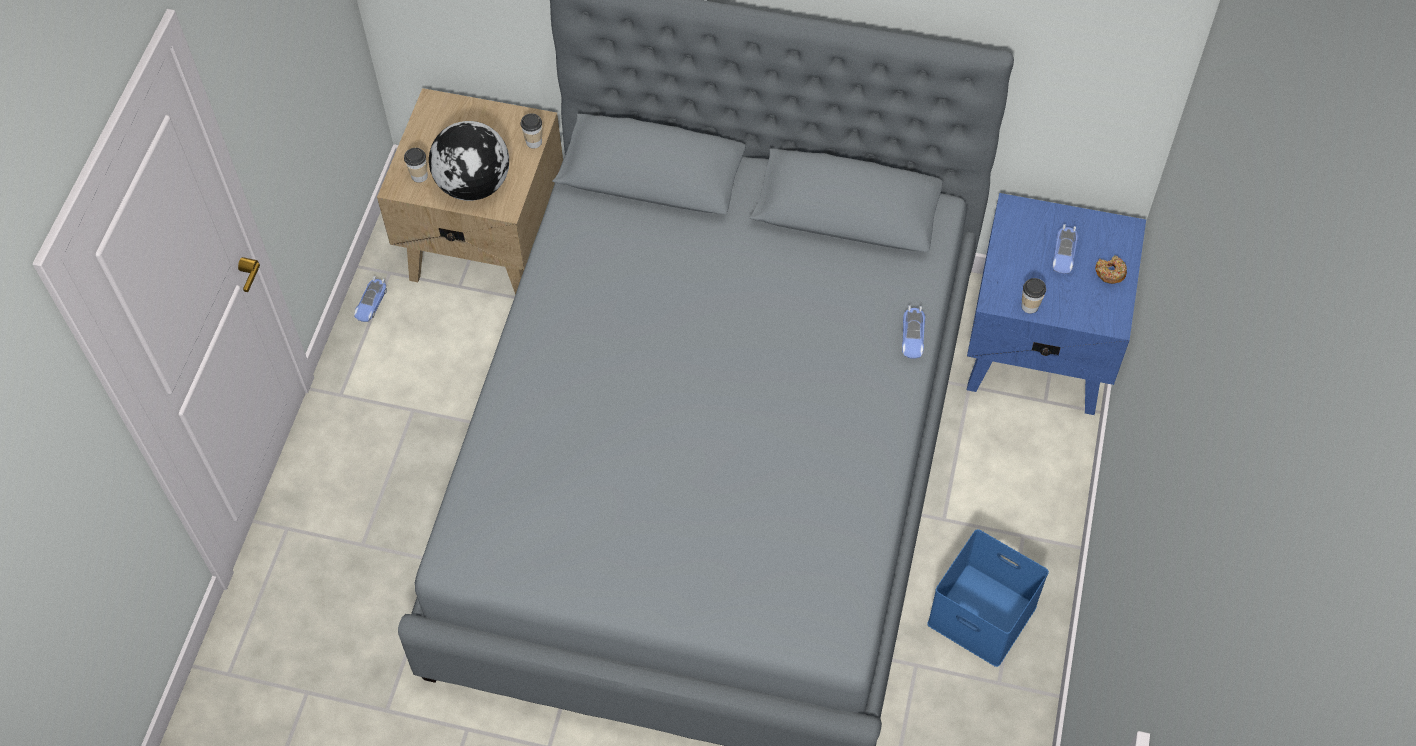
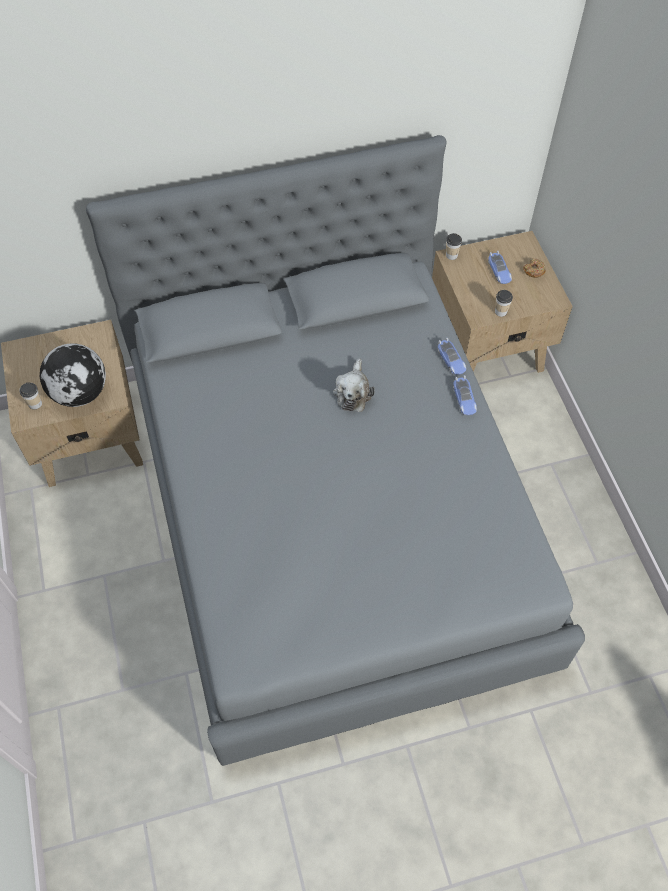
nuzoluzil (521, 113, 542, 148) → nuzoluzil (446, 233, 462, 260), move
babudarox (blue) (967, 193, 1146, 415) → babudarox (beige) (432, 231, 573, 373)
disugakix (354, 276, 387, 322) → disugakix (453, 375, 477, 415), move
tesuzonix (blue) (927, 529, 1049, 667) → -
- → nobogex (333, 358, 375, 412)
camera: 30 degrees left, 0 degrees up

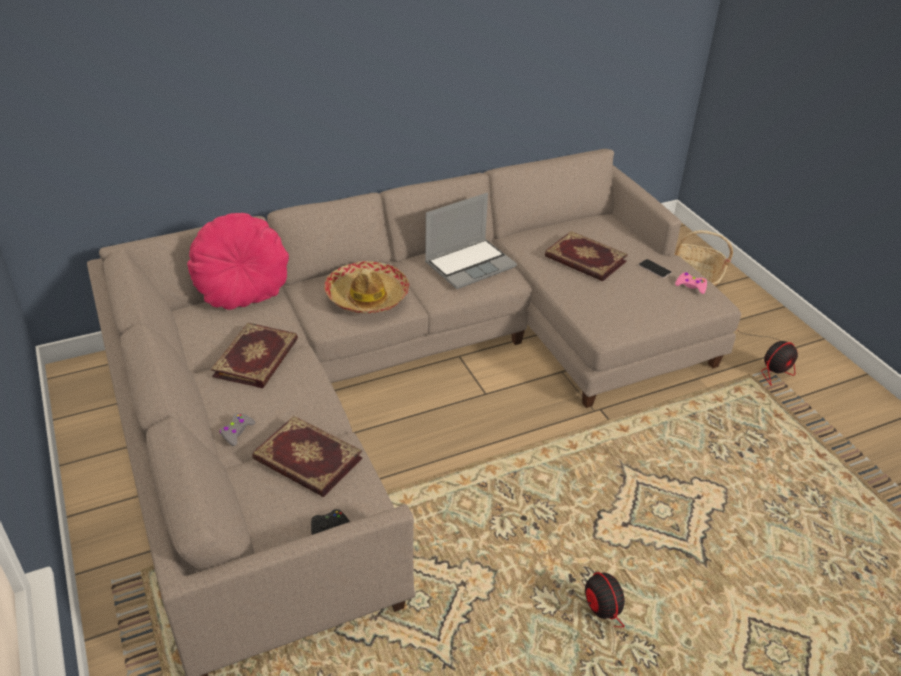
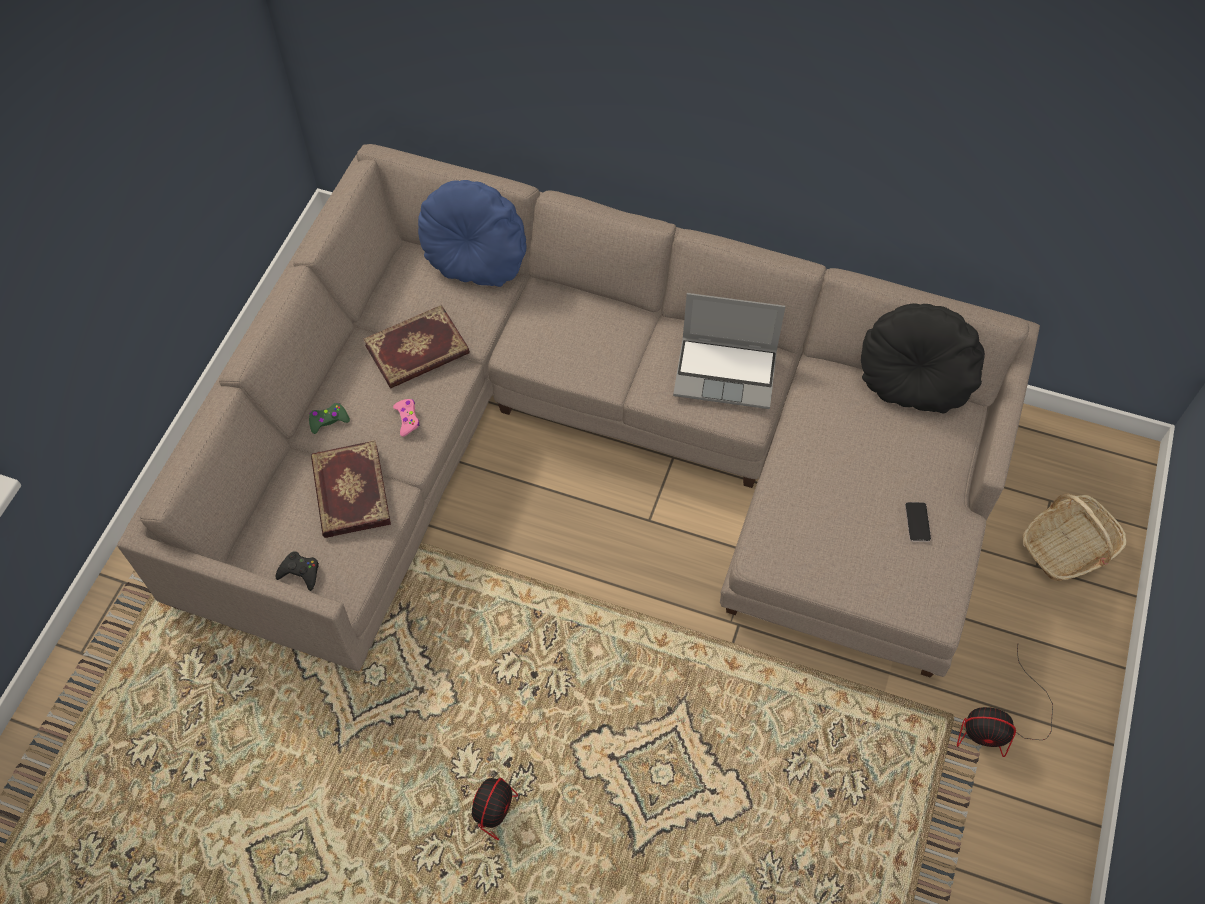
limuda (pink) (187, 213, 289, 310) → limuda (blue) (418, 180, 527, 287)
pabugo (545, 231, 628, 281) → -
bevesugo (324, 261, 409, 313) → -
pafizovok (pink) (675, 273, 707, 294) → pafizovok (pink) (393, 399, 419, 437), move
pafizovok (grey) (220, 413, 255, 446) → pafizovok (green) (309, 403, 350, 434)
- → limuda (black) (861, 304, 985, 413)
camera: 45 degrees right, 20 degrees up

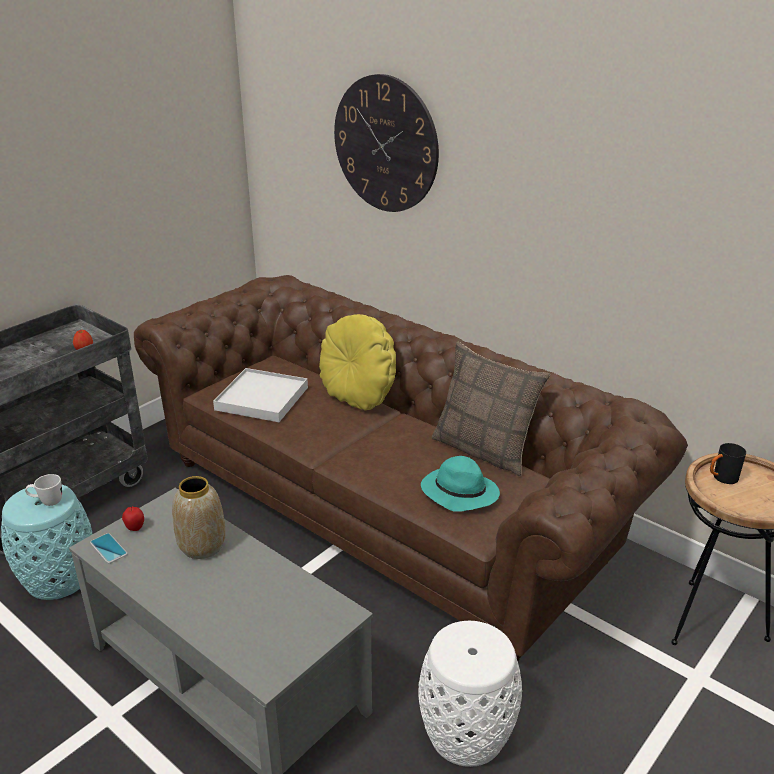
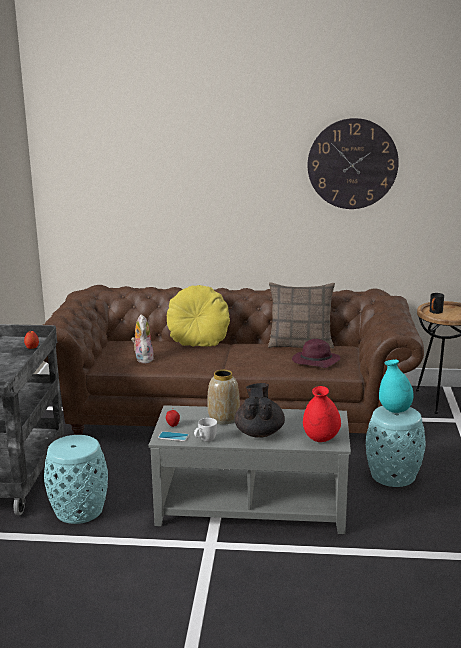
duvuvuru (334, 74, 439, 212) → duvuvuru (308, 118, 399, 209), move
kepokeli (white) (213, 368, 308, 422) → nobogex (131, 314, 153, 363)
bevesugo (turquoise) (421, 456, 500, 512) → bevesugo (purple) (292, 339, 341, 368)
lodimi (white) (25, 474, 62, 506) → lodimi (white) (194, 418, 217, 442), move
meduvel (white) (418, 621, 522, 767) → meduvel (turquoise) (366, 406, 425, 487)
- → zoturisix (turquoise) (379, 360, 414, 413)
- → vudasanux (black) (235, 383, 285, 438)
- → zoturisix (red) (303, 386, 341, 442)
camera: 35 degrees left, 10 degrees down

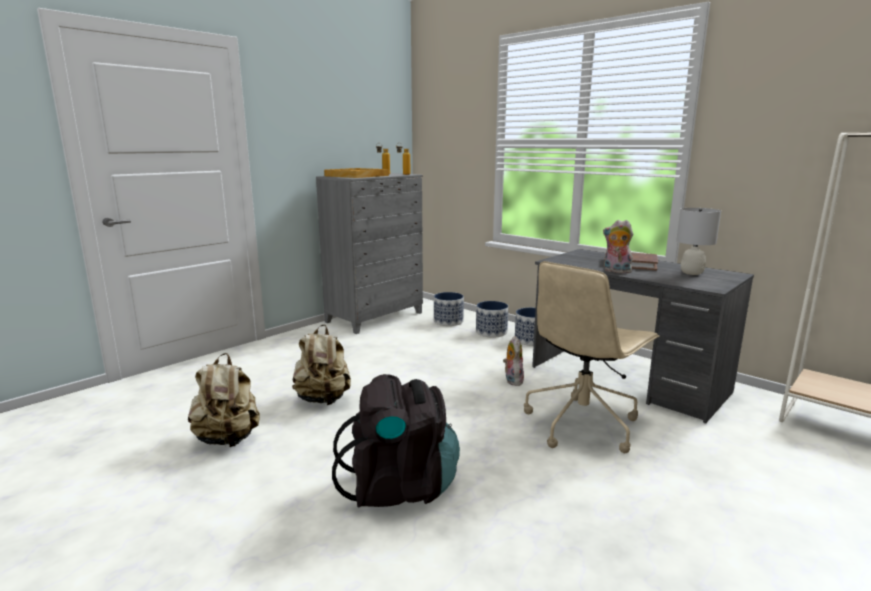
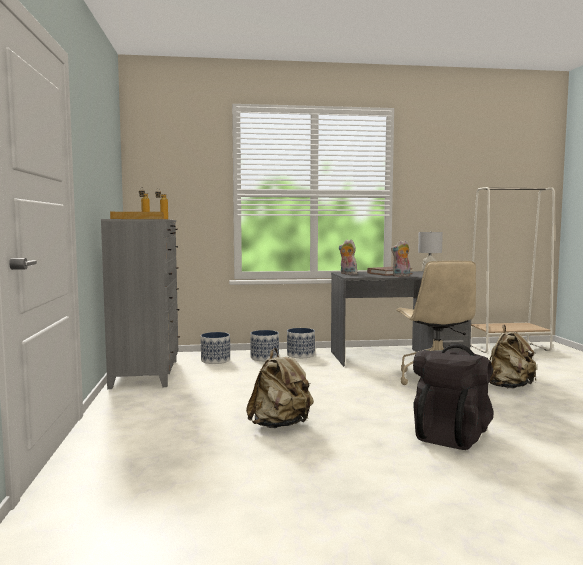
nobogex (503, 336, 524, 386) → nobogex (339, 239, 357, 275), move
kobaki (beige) (188, 353, 260, 447) → kobaki (beige) (489, 325, 537, 388), move
camera: 50 degrees left, 10 degrees down

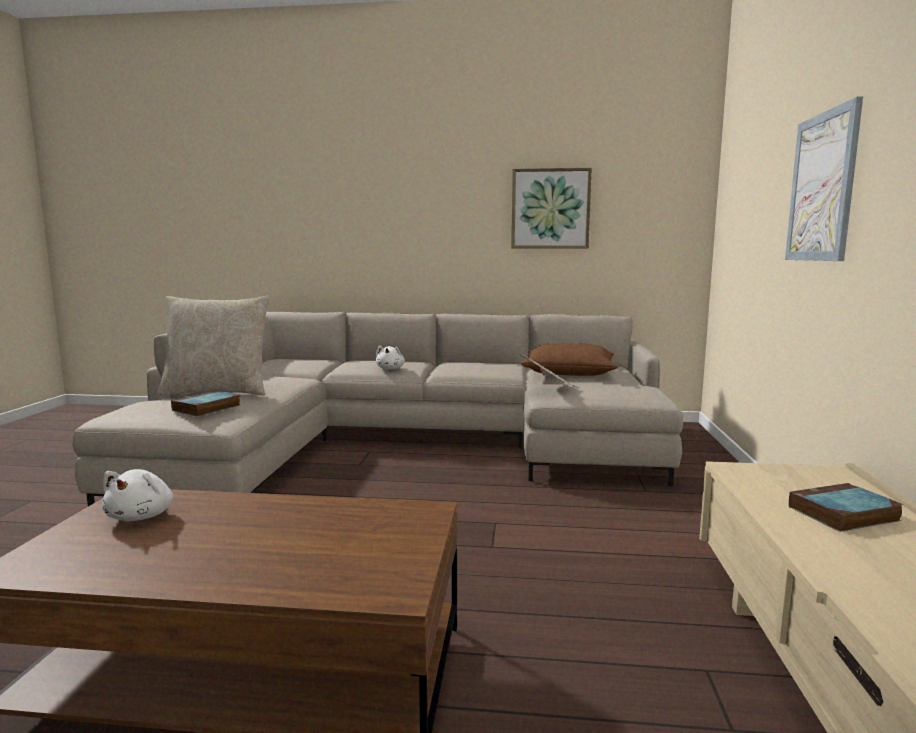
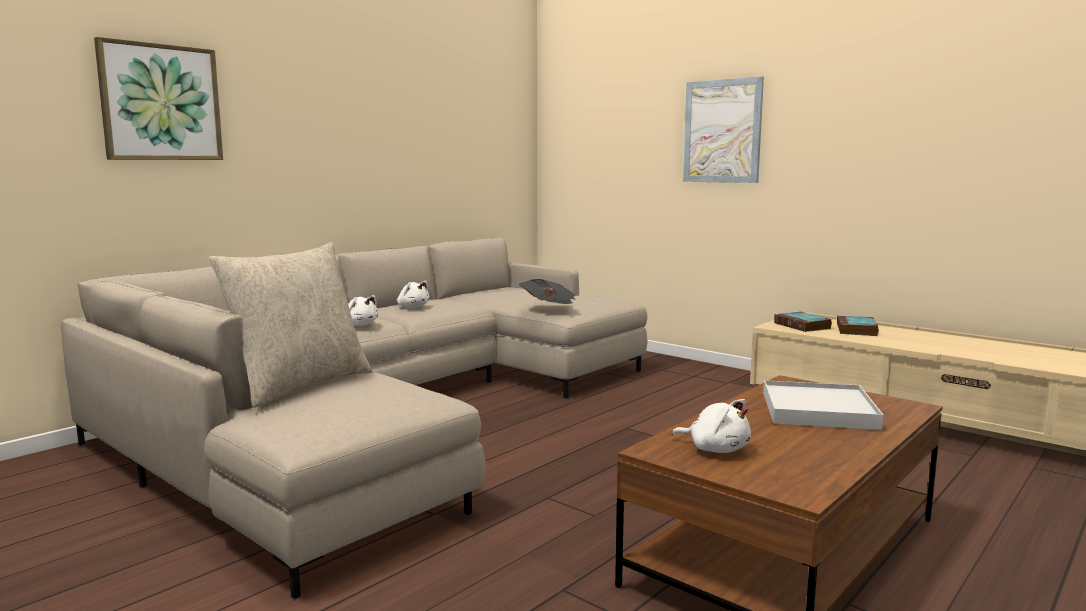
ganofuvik (511, 168, 592, 249) → ganofuvik (94, 37, 223, 160), move
limuda (brown) (521, 343, 618, 376) → -
pabugo (171, 390, 240, 416) → pabugo (774, 312, 832, 332), move
- → nobogex (white) (396, 281, 430, 308)
- → kepokeli (white) (763, 380, 883, 430)
camera: 55 degrees left, 0 degrees up

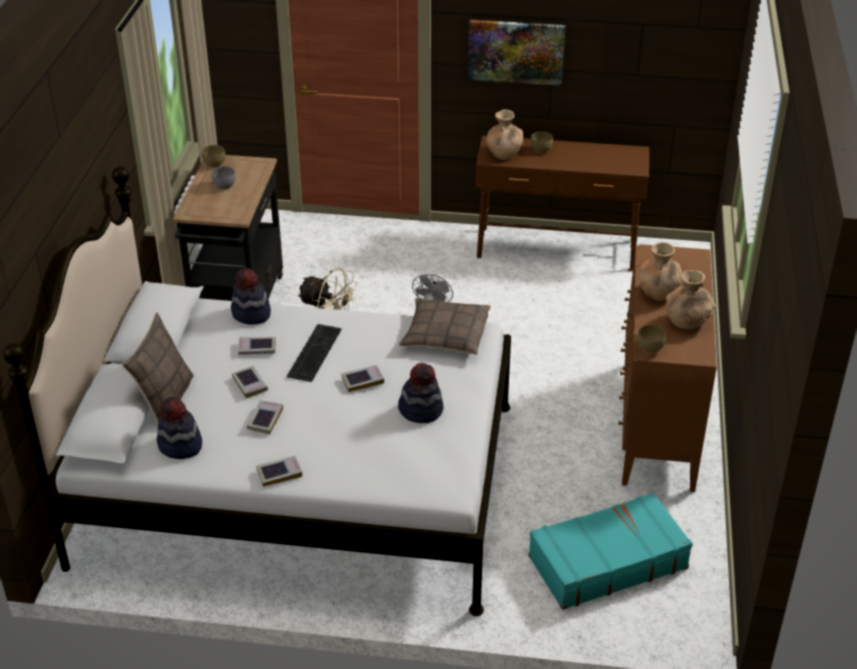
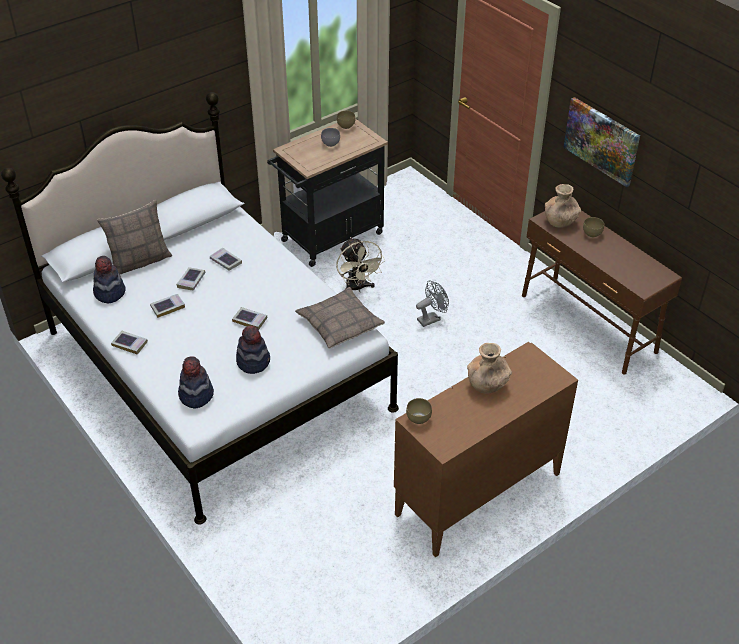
bevesugo (231, 268, 271, 325) → bevesugo (178, 356, 214, 409), move
zoturisix (brown) (666, 270, 716, 329) → -
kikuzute (287, 324, 342, 382) → -
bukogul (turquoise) (528, 493, 693, 610) → -
camera: 45 degrees right, 5 degrees up

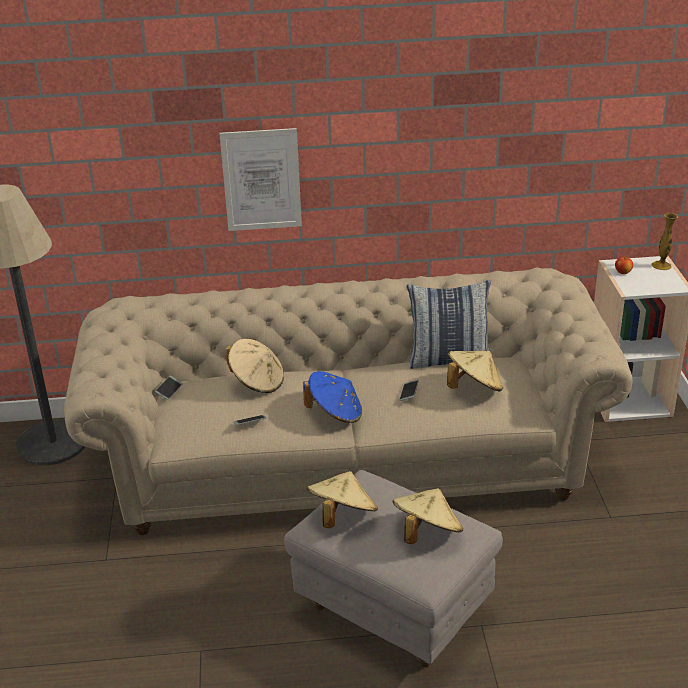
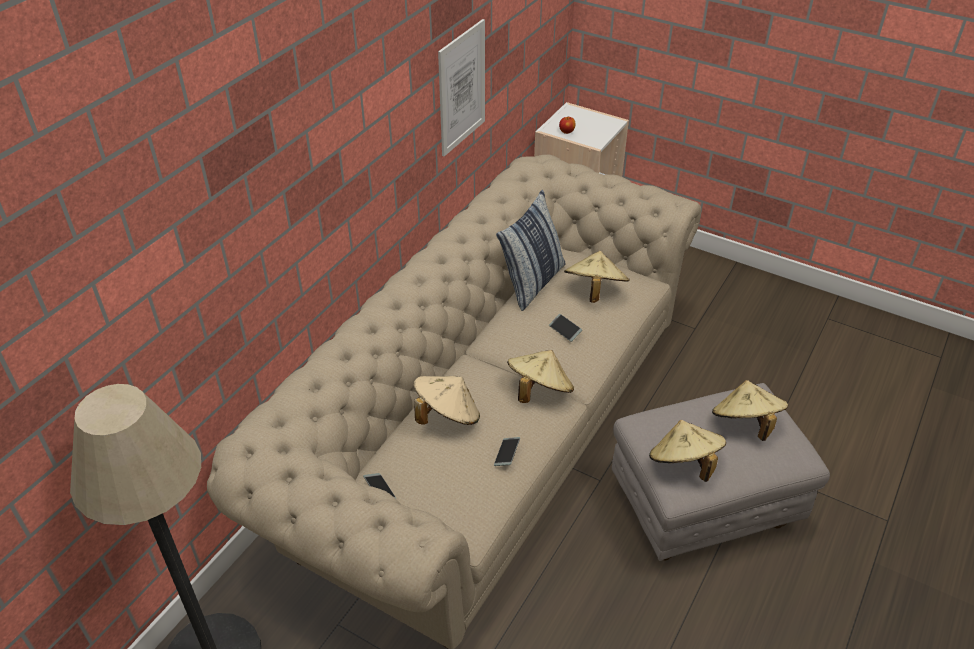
ganofuvik (219, 128, 302, 231) → ganofuvik (438, 19, 485, 156), move
zoturisix (651, 213, 678, 270) → -
bevesugo (blue) (303, 371, 362, 423) → bevesugo (beige) (507, 350, 574, 403)
camera: 55 degrees left, 10 degrees up

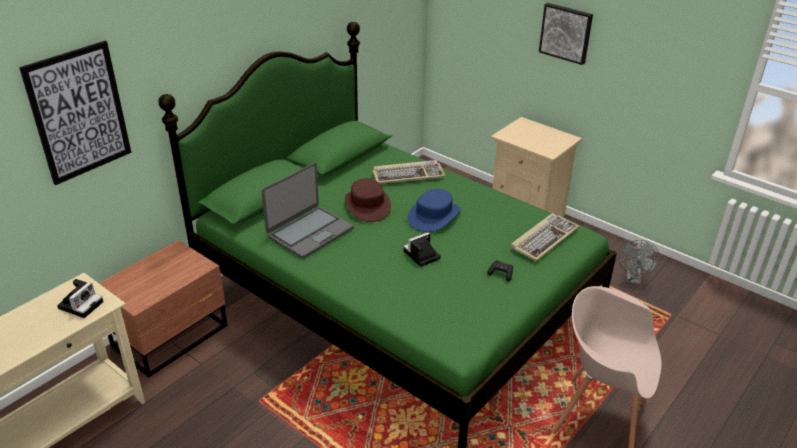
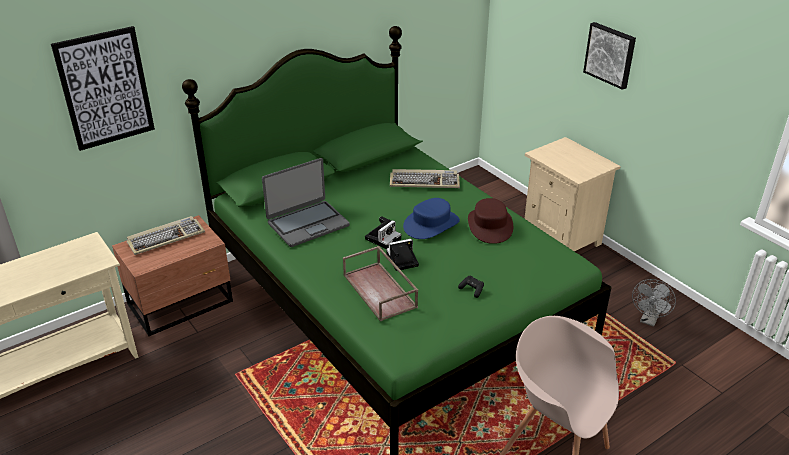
bevesugo (brown) (345, 178, 391, 222) → bevesugo (brown) (468, 198, 513, 244), move
kikuzute (511, 213, 580, 261) → kikuzute (127, 216, 205, 255), move
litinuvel (57, 279, 103, 318) → litinuvel (365, 216, 401, 249), move
- → kepokeli (brown) (343, 246, 418, 322)
camera: 15 degrees right, 0 degrees up

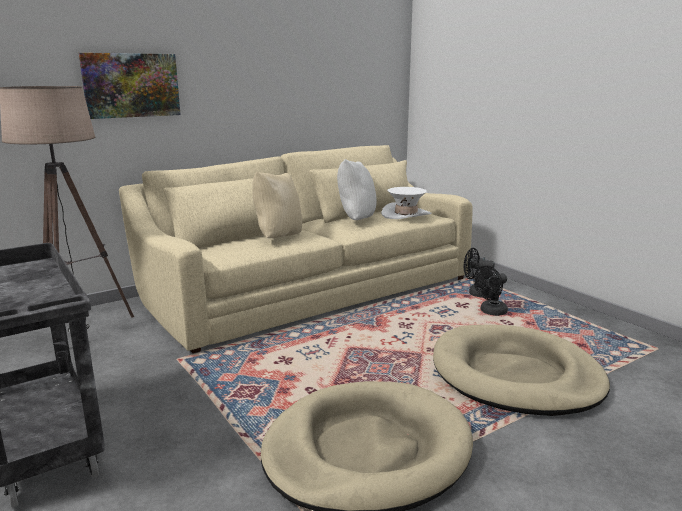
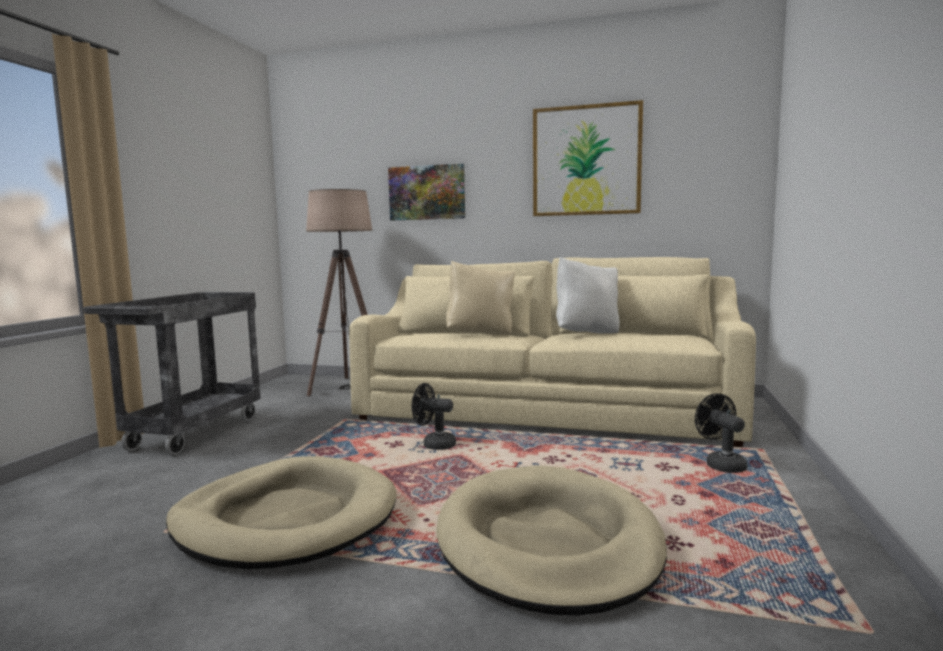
bevesugo (white) (381, 187, 431, 219) → -
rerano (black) (474, 266, 508, 316) → rerano (black) (412, 383, 456, 450), move
- → ganofuvik (533, 100, 643, 216)
camera: 50 degrees right, 10 degrees down

